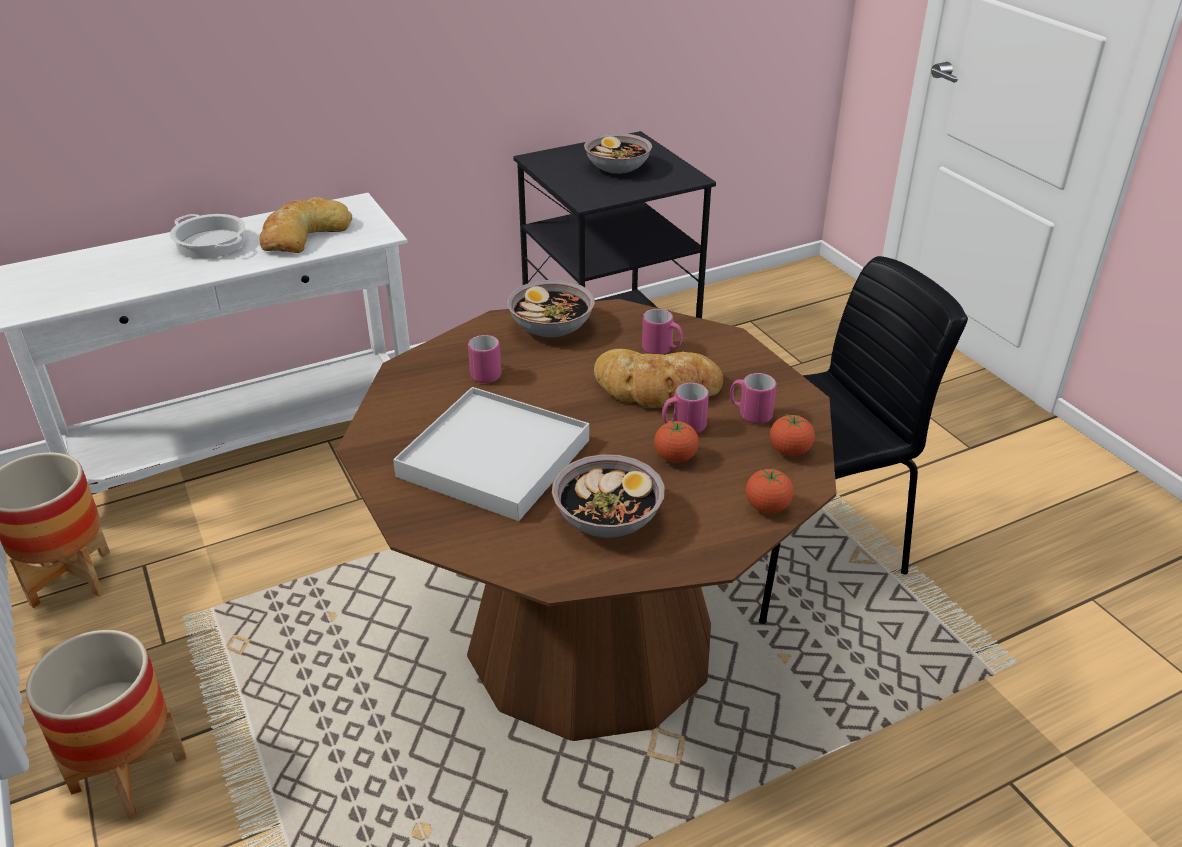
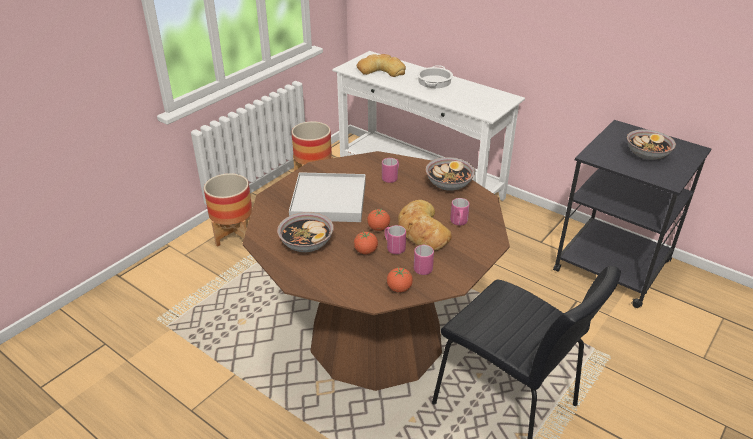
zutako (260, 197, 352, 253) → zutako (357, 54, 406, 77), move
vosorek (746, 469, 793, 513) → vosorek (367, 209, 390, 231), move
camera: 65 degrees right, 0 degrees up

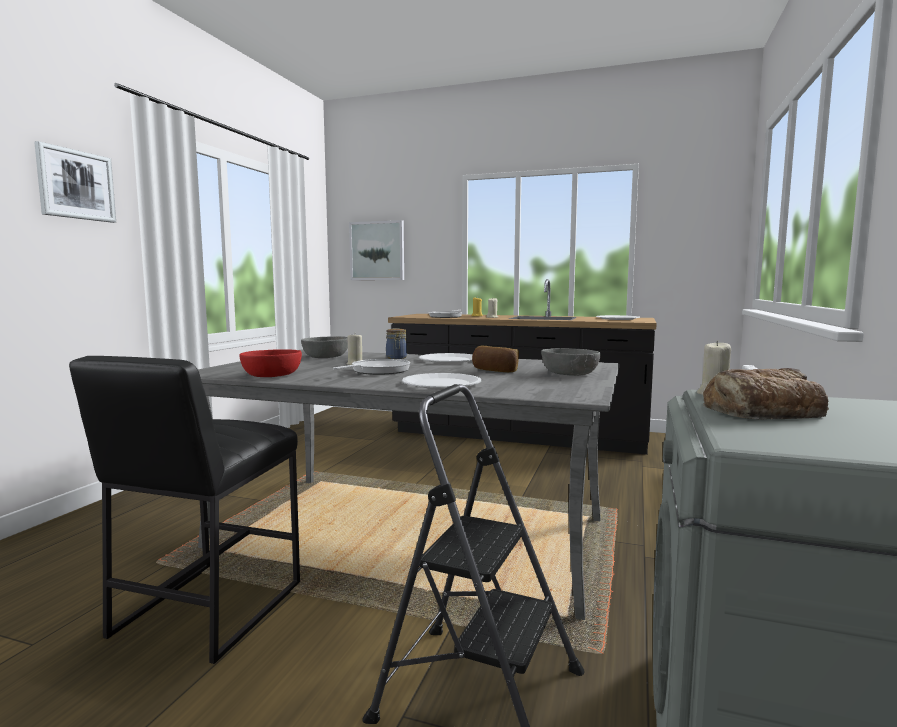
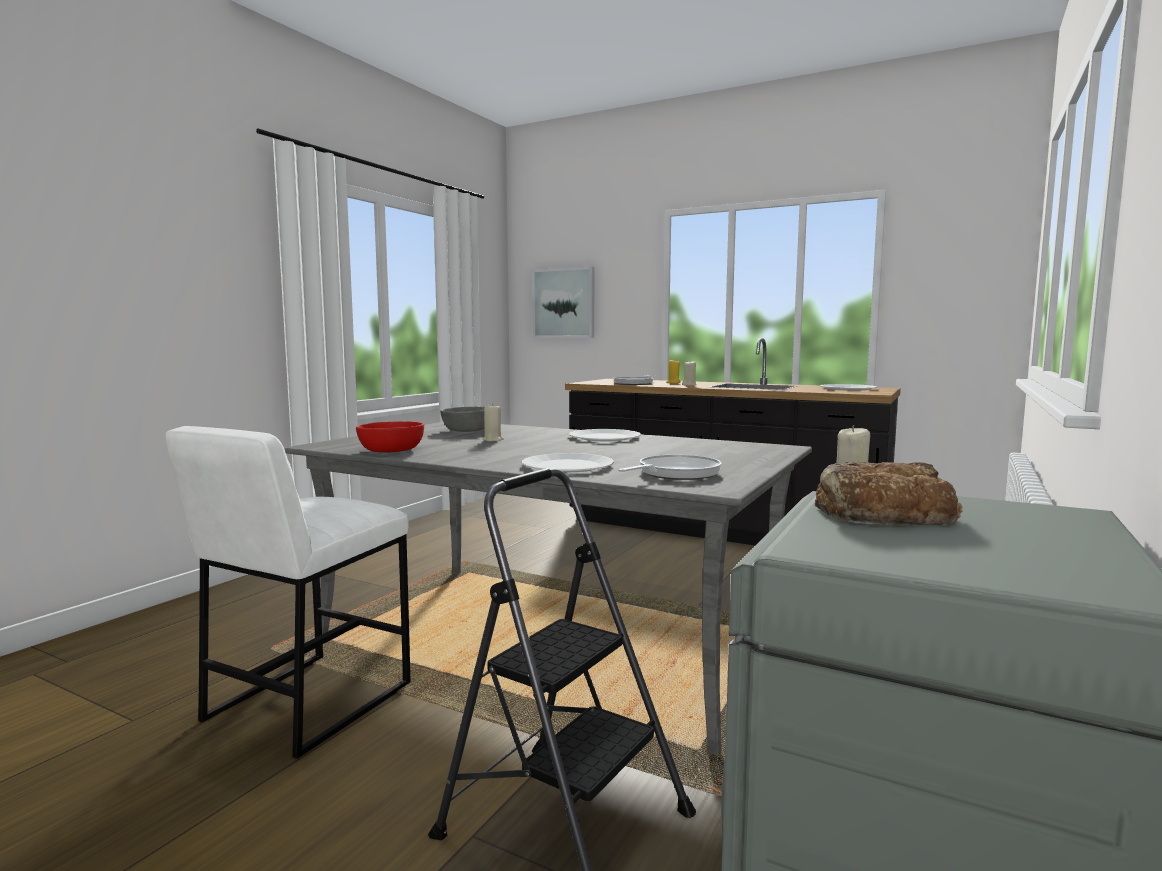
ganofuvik (34, 141, 116, 223) → -
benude (386, 328, 407, 359) → -
zutako (472, 346, 519, 372) → -
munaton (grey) (541, 348, 601, 376) → -
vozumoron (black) (69, 356, 300, 664) → vozumoron (white) (166, 426, 411, 759)
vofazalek (333, 359, 410, 375) → vofazalek (618, 455, 722, 480), move
camera: 10 degrees right, 0 degrees up

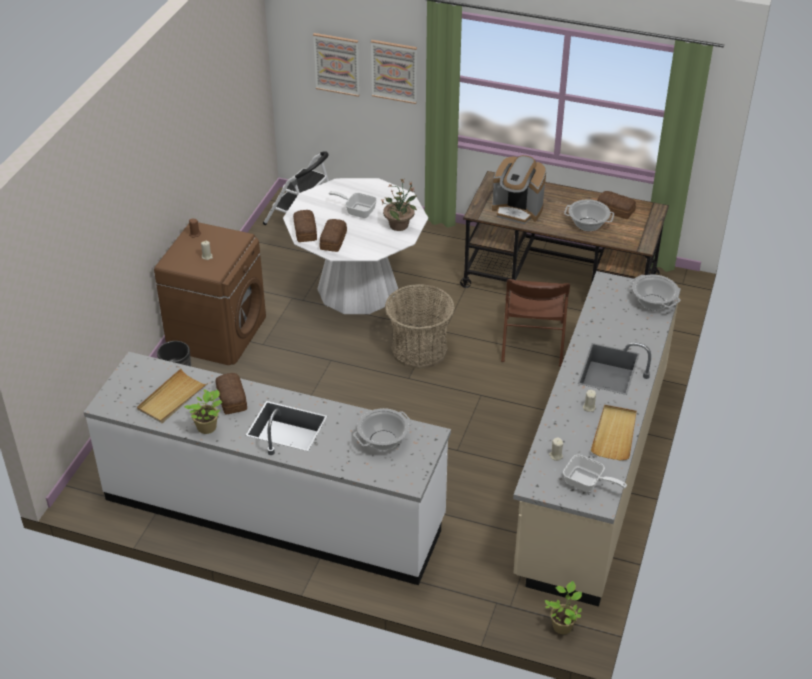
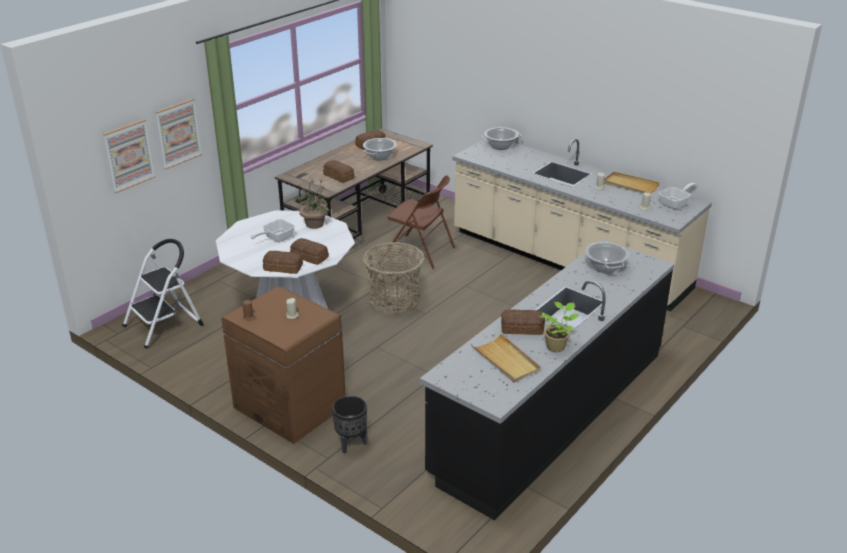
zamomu (492, 155, 546, 224) → zutako (323, 160, 355, 183)
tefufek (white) (84, 352, 451, 585) → tefufek (black) (420, 239, 674, 520)
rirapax (545, 581, 582, 634) → -
camera: 70 degrees left, 10 degrees down

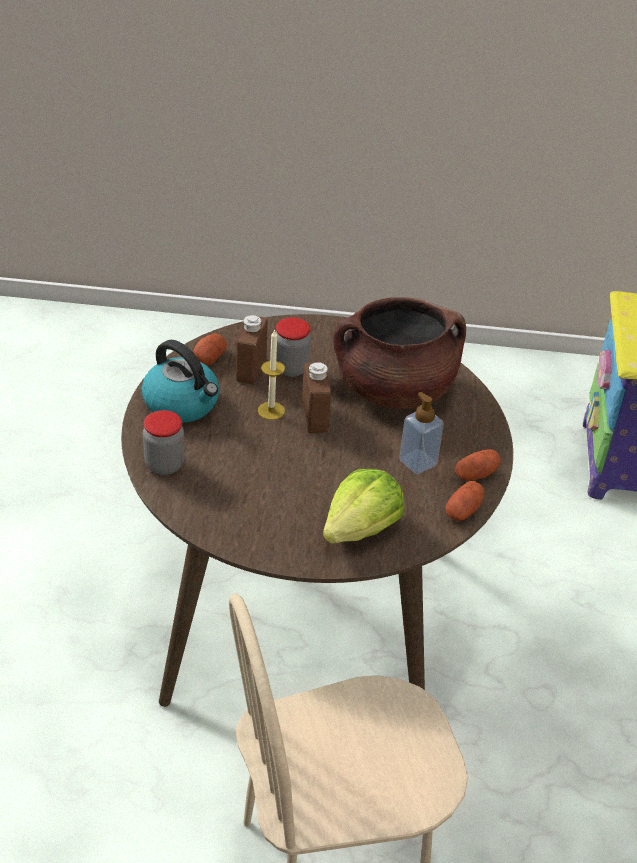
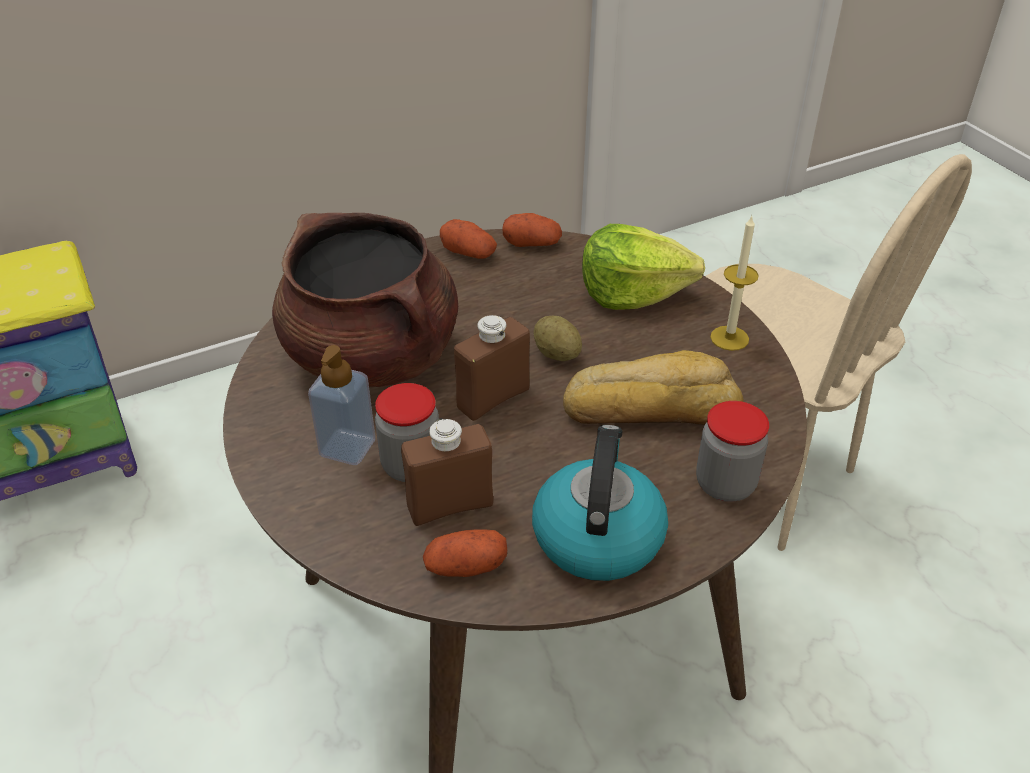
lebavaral (258, 329, 285, 420) → lebavaral (710, 216, 759, 351), move
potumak (399, 392, 444, 474) → potumak (308, 345, 375, 465), move
- → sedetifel (533, 316, 582, 361)
- → zutako (563, 350, 744, 425)
camera: 120 degrees left, 0 degrees up

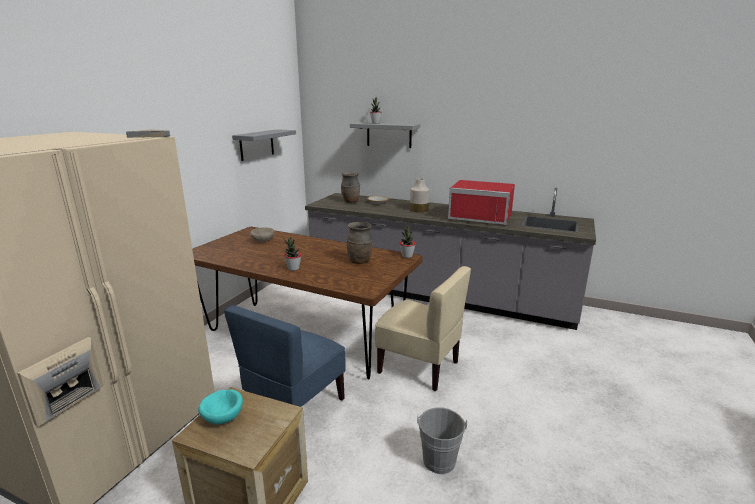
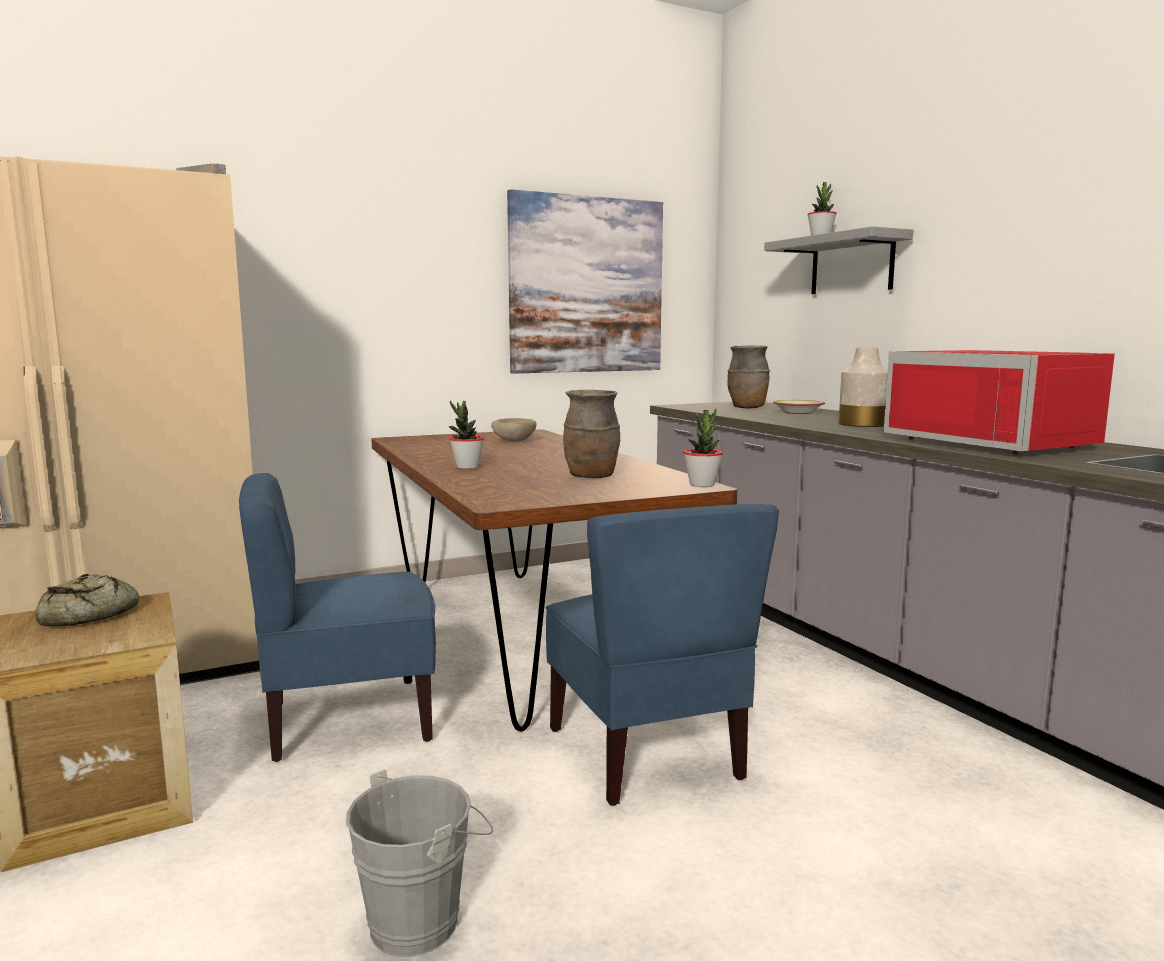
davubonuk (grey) (232, 129, 296, 161) → ganofuvik (507, 189, 663, 374)
vozumoron (beige) (375, 266, 471, 391) → vozumoron (blue) (545, 504, 779, 806)
munaton (turquoise) (198, 389, 243, 424) → zutako (35, 574, 139, 626)
camera: 40 degrees right, 10 degrees down

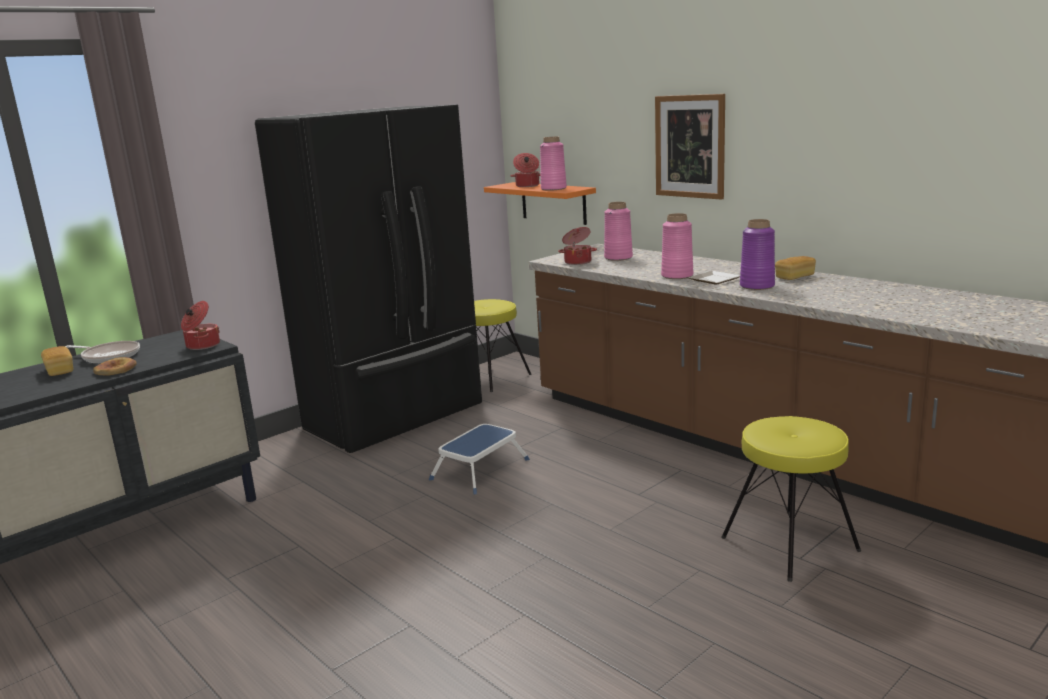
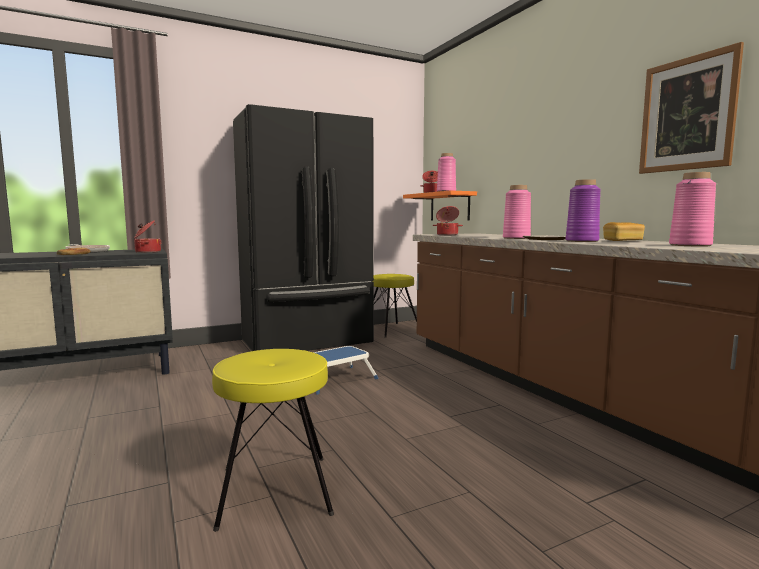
ganofuvik (655, 94, 725, 200) → ganofuvik (639, 42, 744, 174), move
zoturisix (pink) (604, 202, 633, 261) → zoturisix (pink) (669, 172, 716, 247), move
zutako (41, 346, 73, 376) → -
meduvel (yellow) (721, 416, 861, 582) → meduvel (yellow) (212, 349, 334, 532), move
camera: 15 degrees right, 10 degrees down

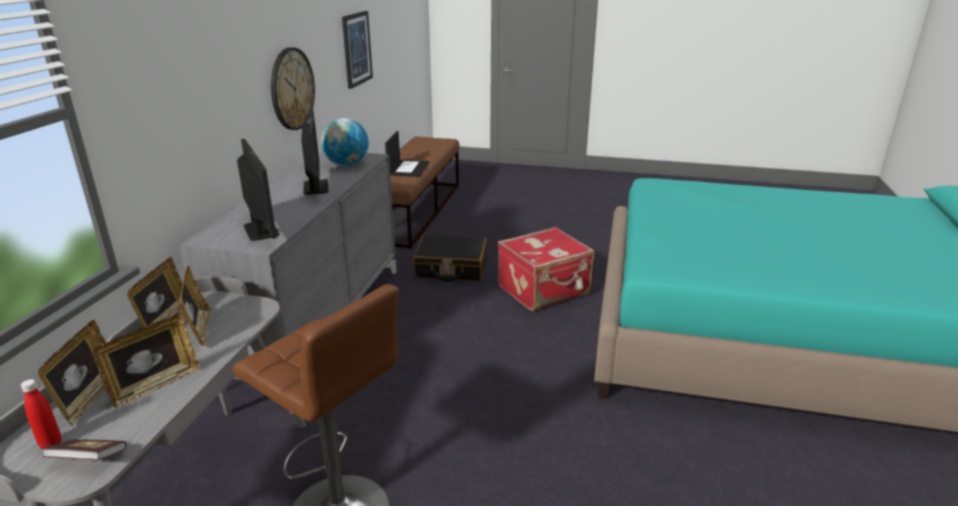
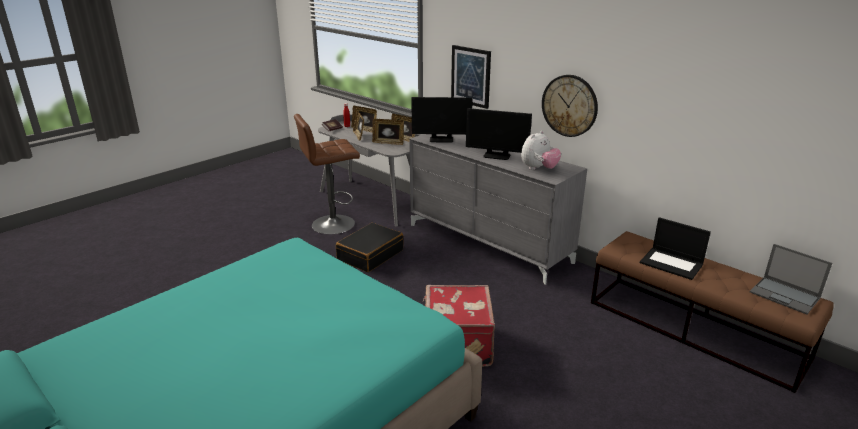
ganofuvik (342, 11, 373, 89) → ganofuvik (451, 45, 491, 109), move
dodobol (321, 118, 369, 166) → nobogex (521, 131, 561, 170)
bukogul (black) (413, 235, 487, 282) → bukogul (black) (336, 223, 403, 272), move
- → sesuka (750, 244, 832, 314)
camera: 120 degrees right, 0 degrees up

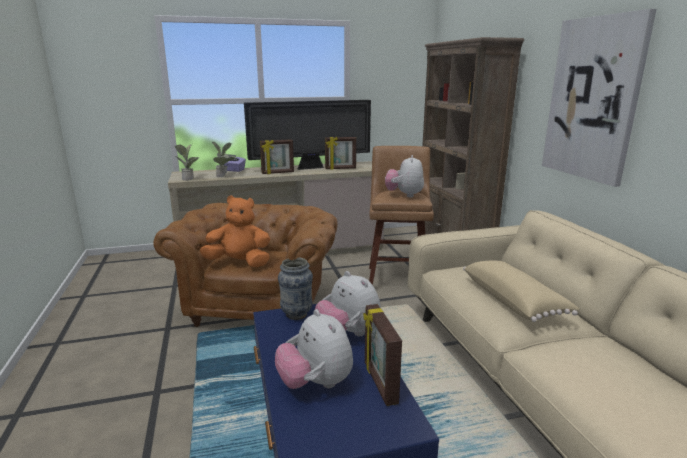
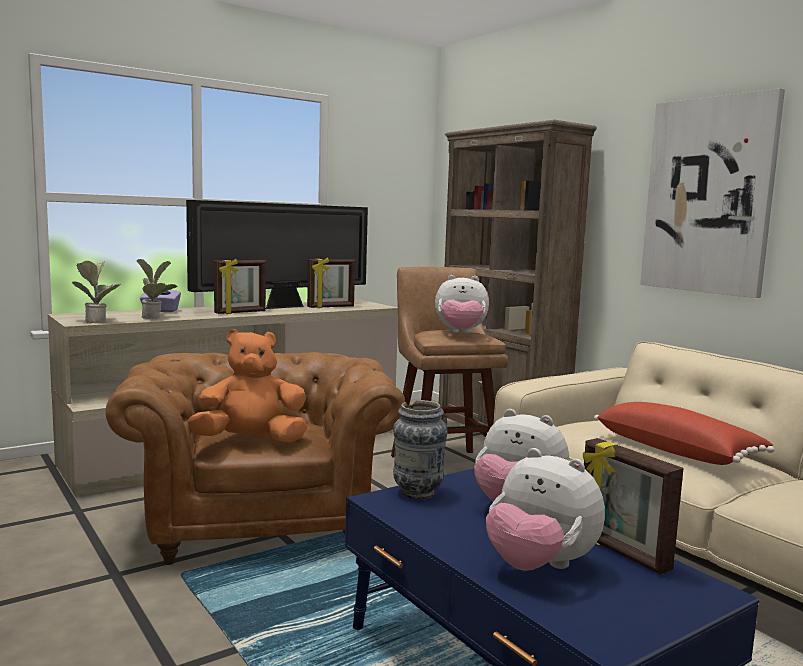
nobogex (385, 155, 424, 197) → nobogex (435, 275, 489, 333), 75 degrees counterclockwise
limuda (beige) (463, 260, 579, 322) → limuda (red) (594, 402, 775, 465)
camera: 20 degrees left, 10 degrees down

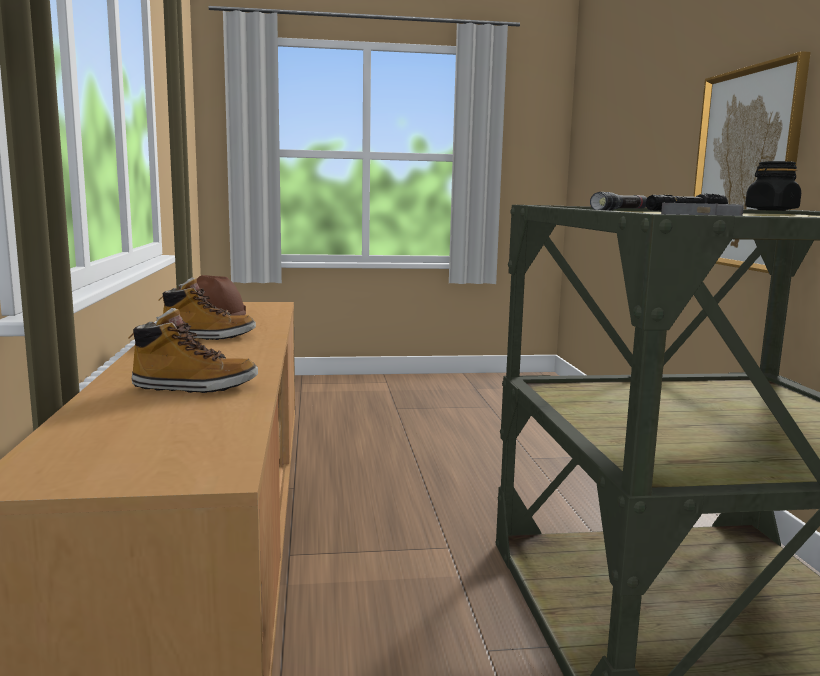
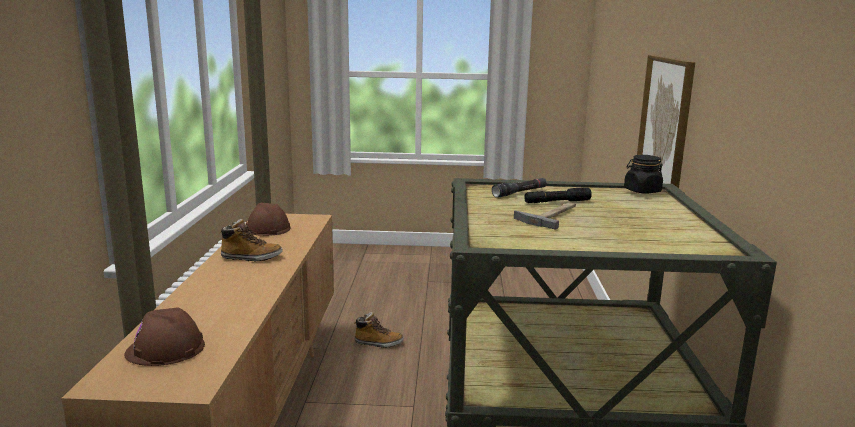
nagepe (128, 308, 258, 393) → nagepe (354, 312, 404, 348), move
- → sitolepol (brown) (124, 307, 205, 366)
camera: 10 degrees right, 5 degrees up

